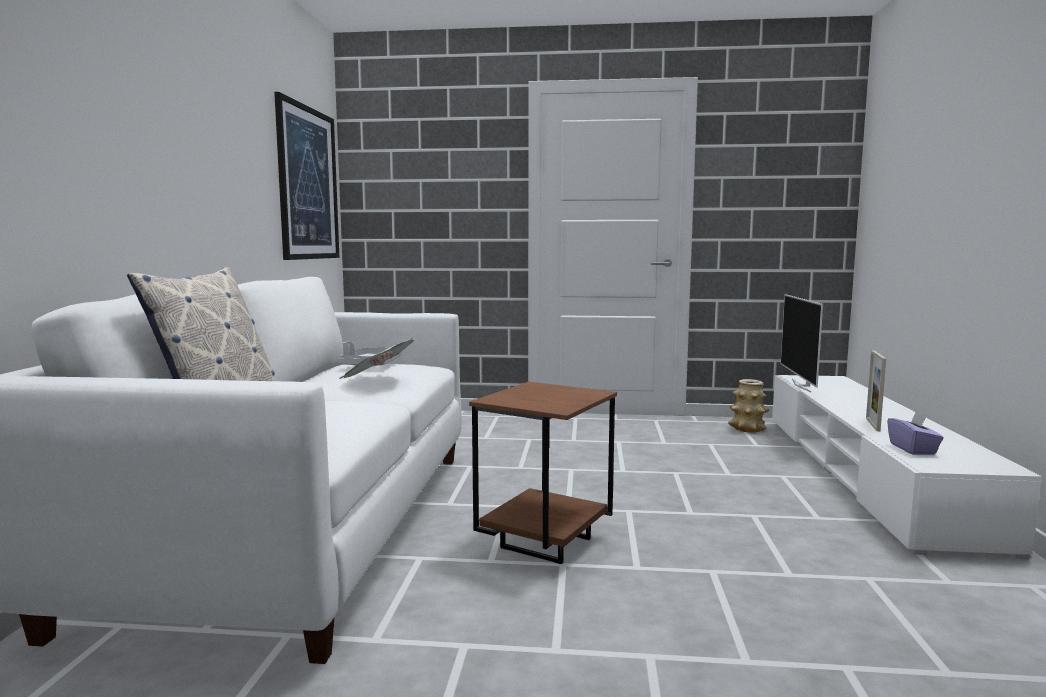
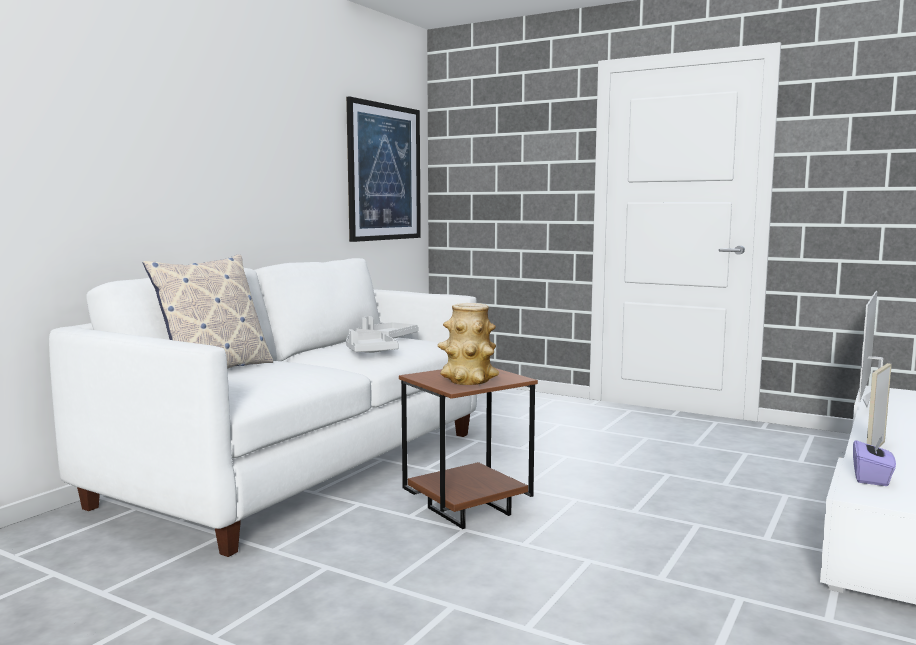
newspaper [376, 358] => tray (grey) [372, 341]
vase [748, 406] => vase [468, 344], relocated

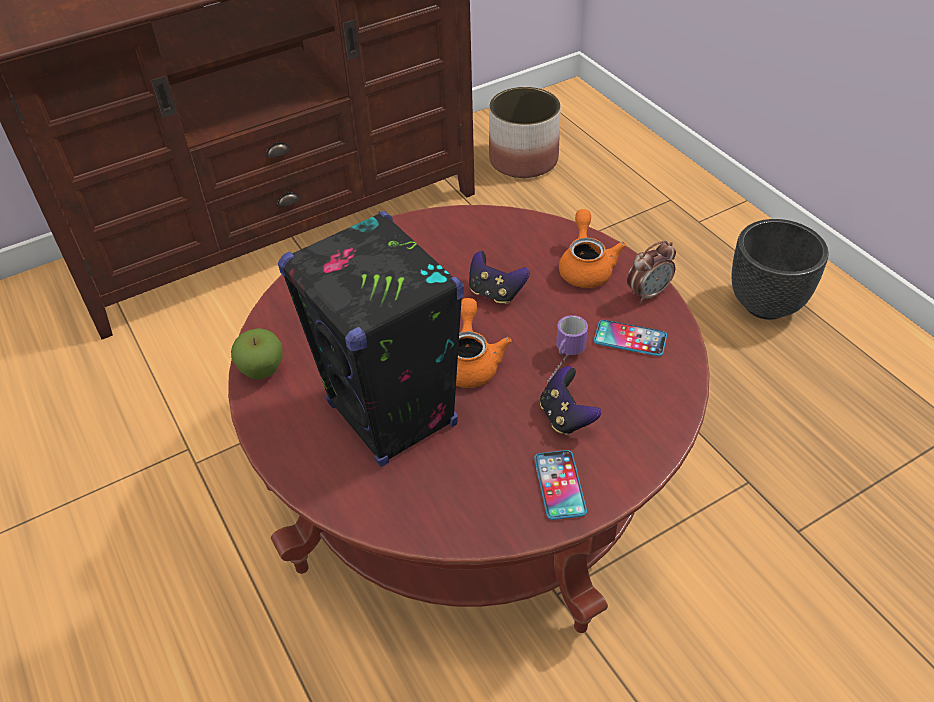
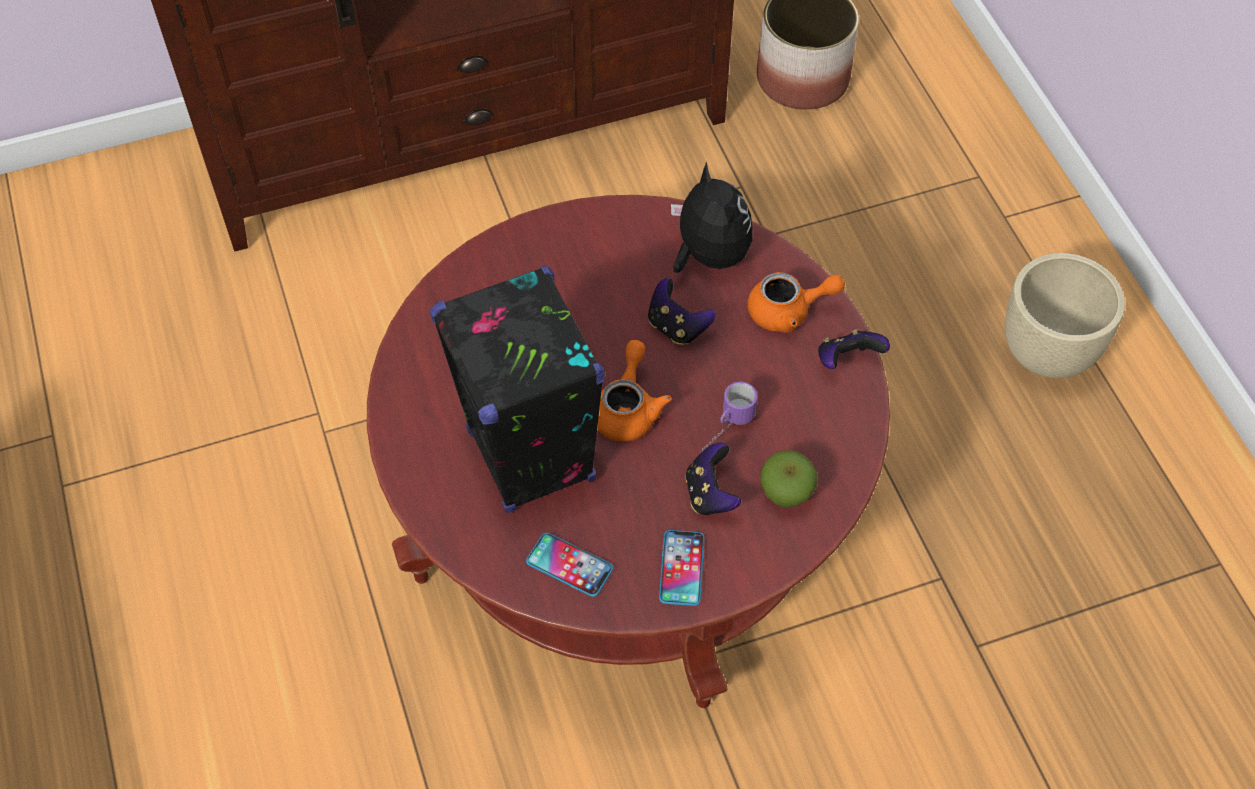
phone [630, 338] => phone [569, 565], relocated
nothing => plush toy [711, 217]
teapot (orange) [592, 248] => teapot (orange) [796, 302], 75 degrees clockwise
apple [257, 354] => apple [789, 479], relocated
alarm clock [651, 271] => game controller [854, 349]
planter (black) [780, 269] => planter (beige) [1065, 315]

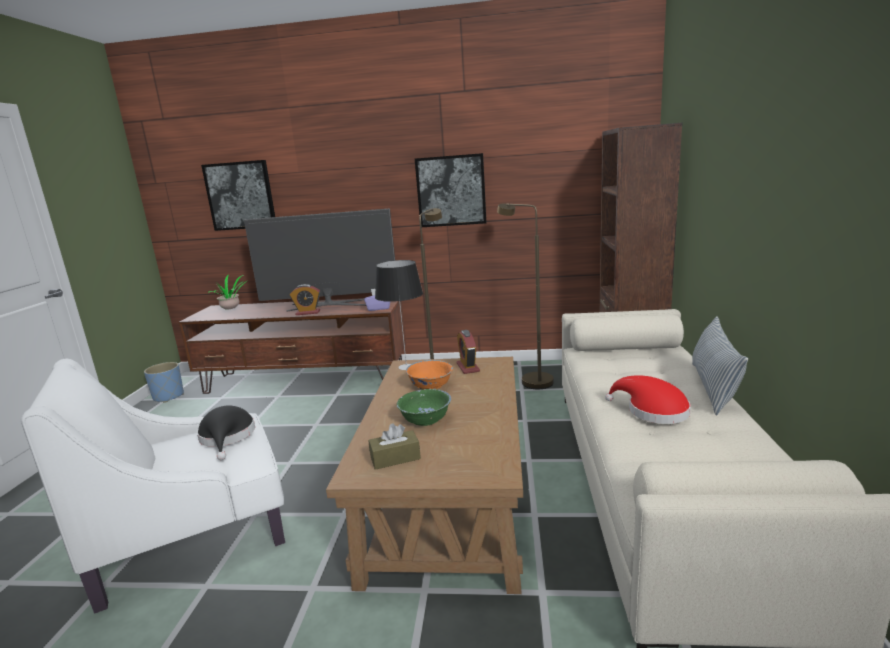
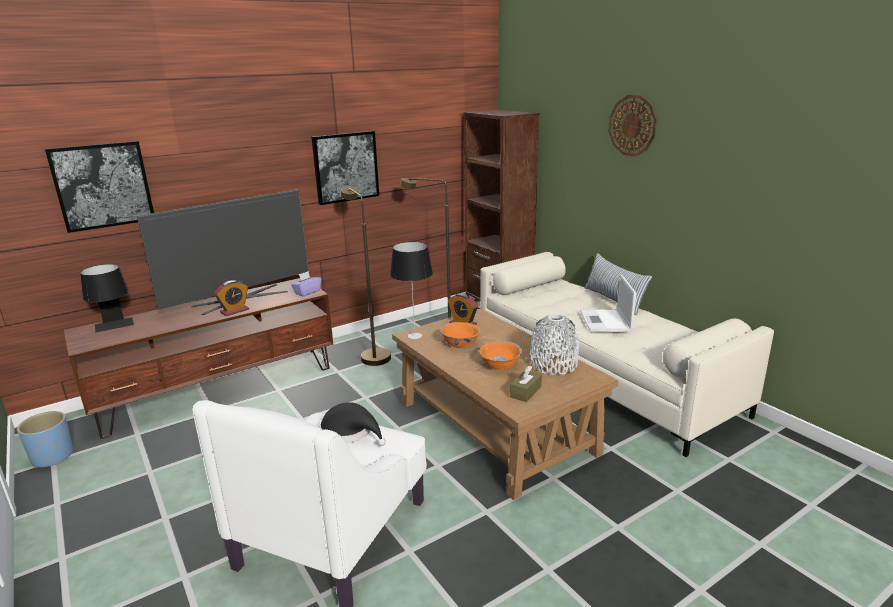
potted plant [227, 292] => table lamp (black) [107, 298]
bowl (green) [423, 407] => bowl (orange) [500, 355]
nothing => vase (grey) [554, 344]
hat (red) [648, 399] => laptop [608, 303]
nothing => wall clock [633, 125]

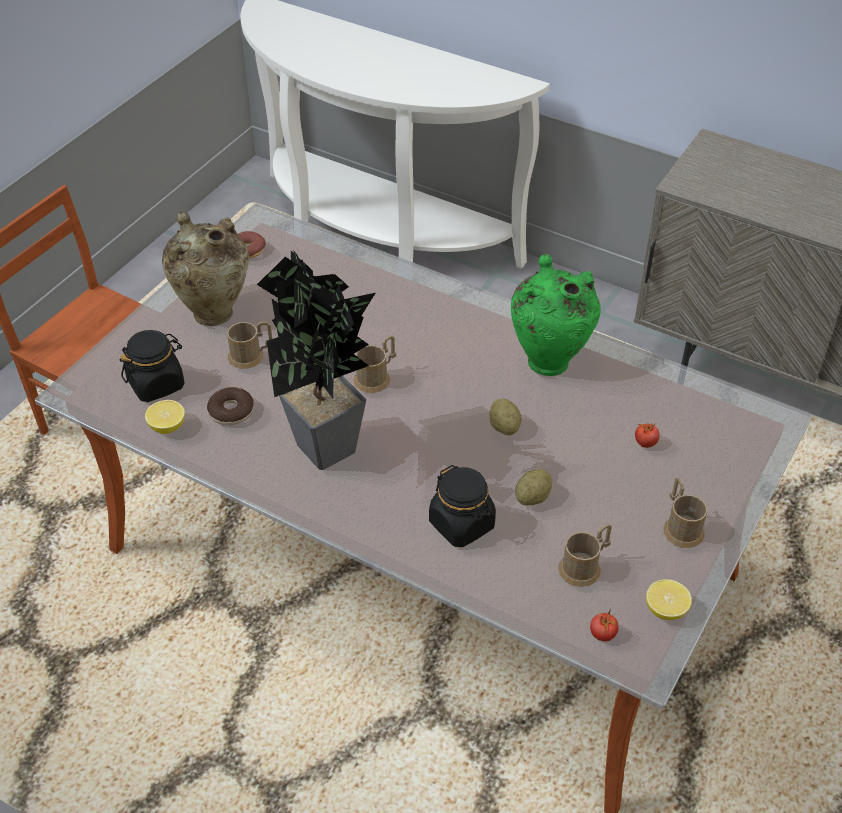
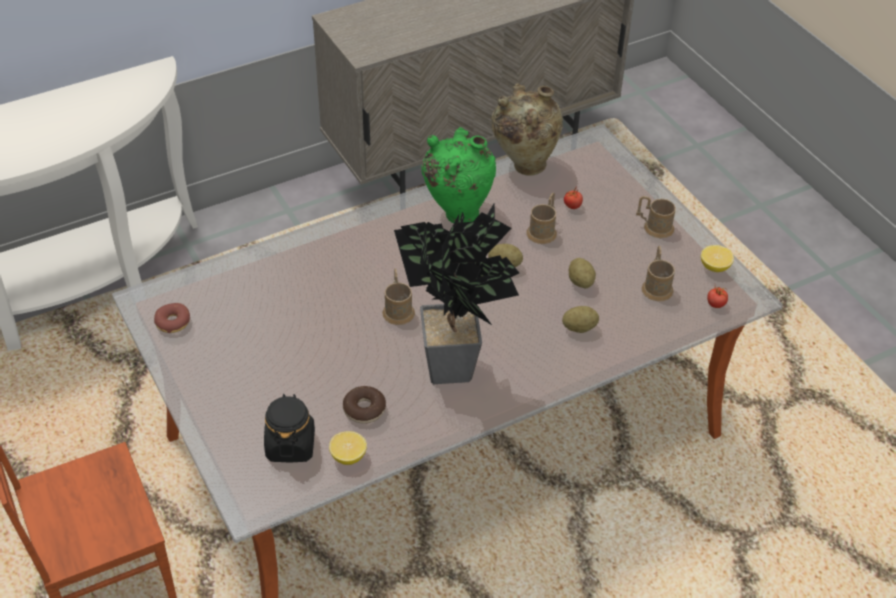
vase (beige) [205, 268] => vase (beige) [527, 130], relocated
mug (brown) [249, 345] => mug (brown) [541, 218], relocated
jar (black) [462, 506] => potato [580, 319]

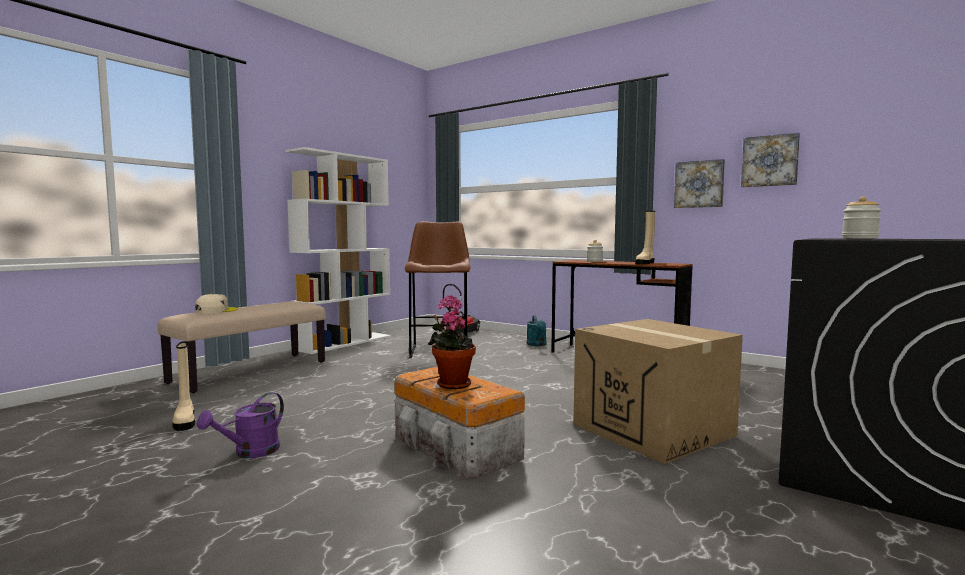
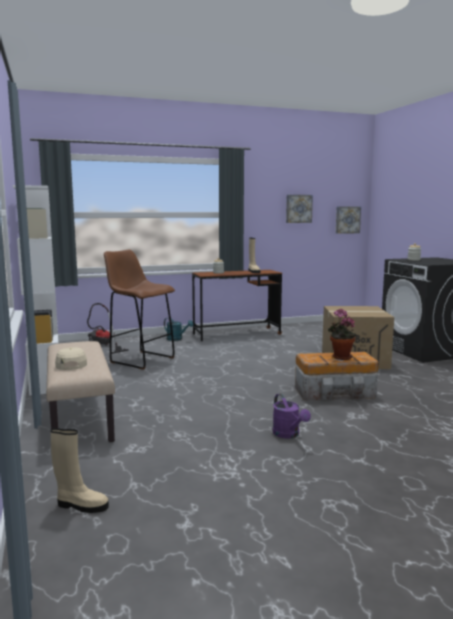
boot (beige) [183, 386] => boot (beige) [79, 470], relocated
picture [699, 183] => picture [348, 220], relocated

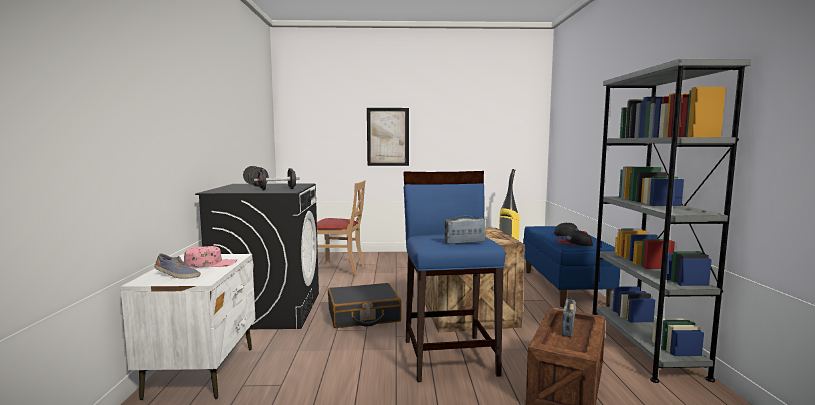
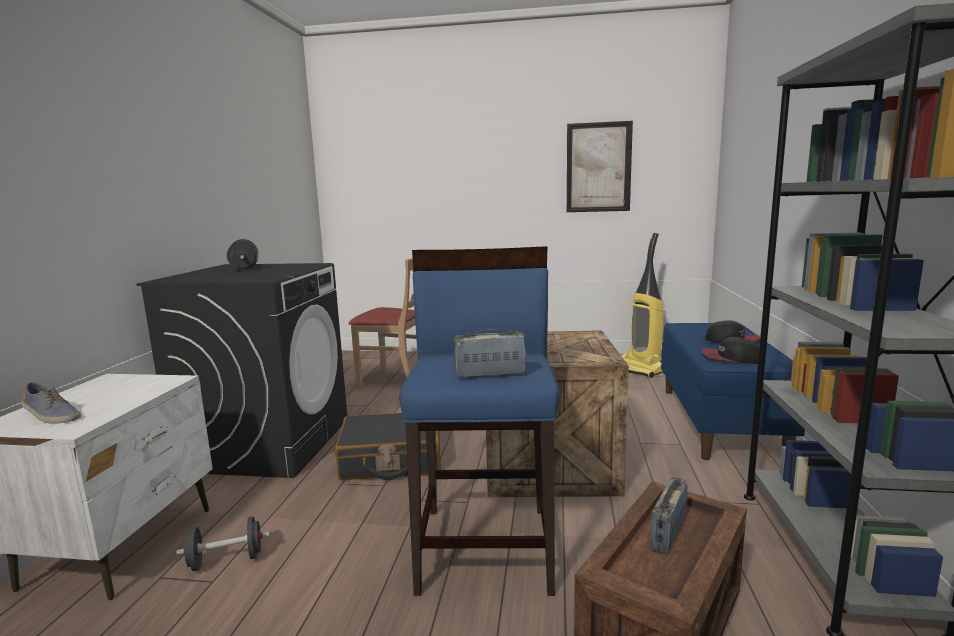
dumbbell (black) [277, 179] => dumbbell (black) [223, 544], relocated
picture [388, 137] => picture [600, 166], relocated
cap (pink) [210, 256] => nothing

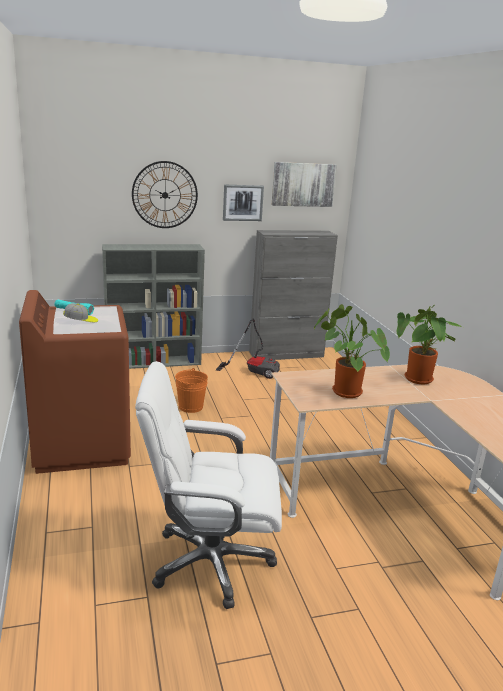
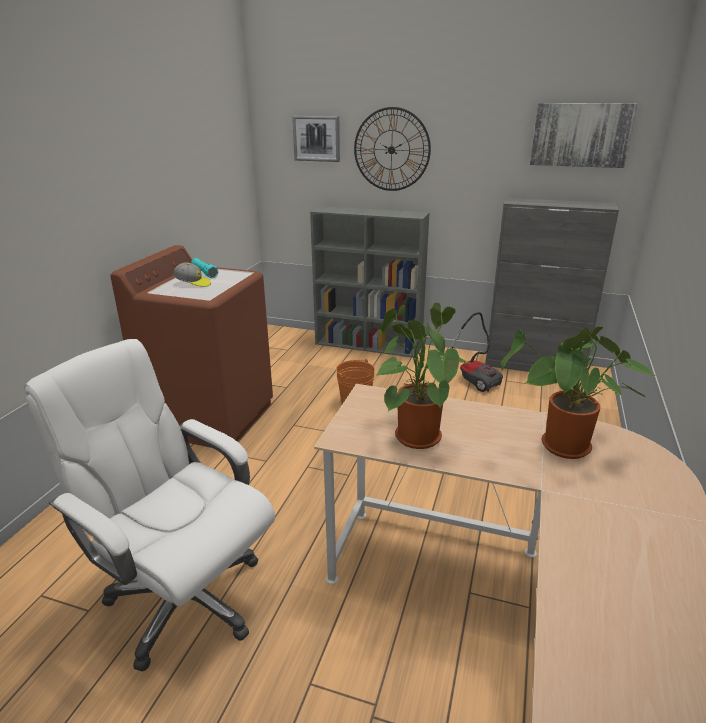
picture [243, 203] => picture [316, 139], relocated

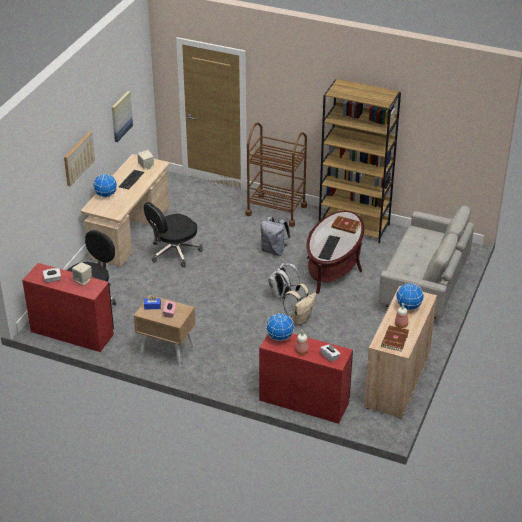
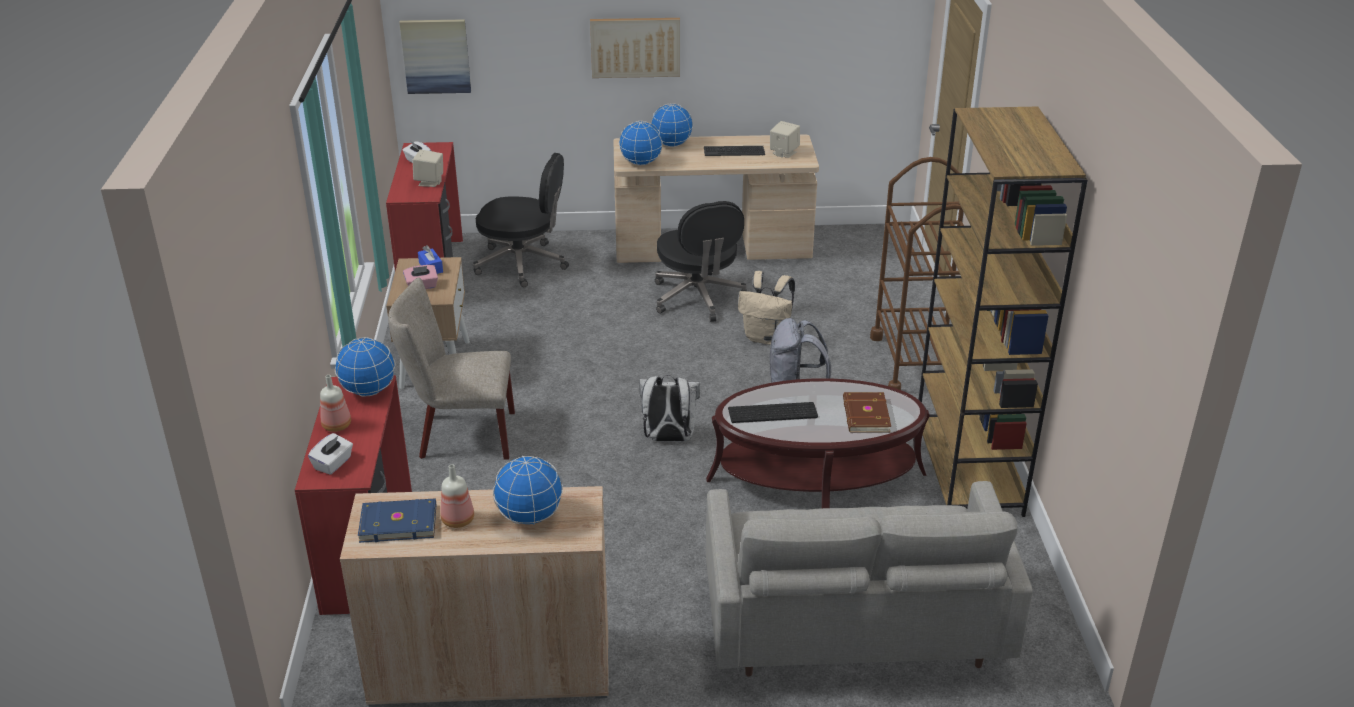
book (brown) [395, 338] => book (blue) [397, 520]
nothing => chair (beige) [451, 369]
picture [122, 116] => picture [435, 56], relocated
nothing => globe [641, 143]
office chair (black) [173, 234] => office chair (black) [701, 261], 135 degrees counterclockwise
backpack (beige) [300, 304] => backpack (beige) [766, 308], relocated

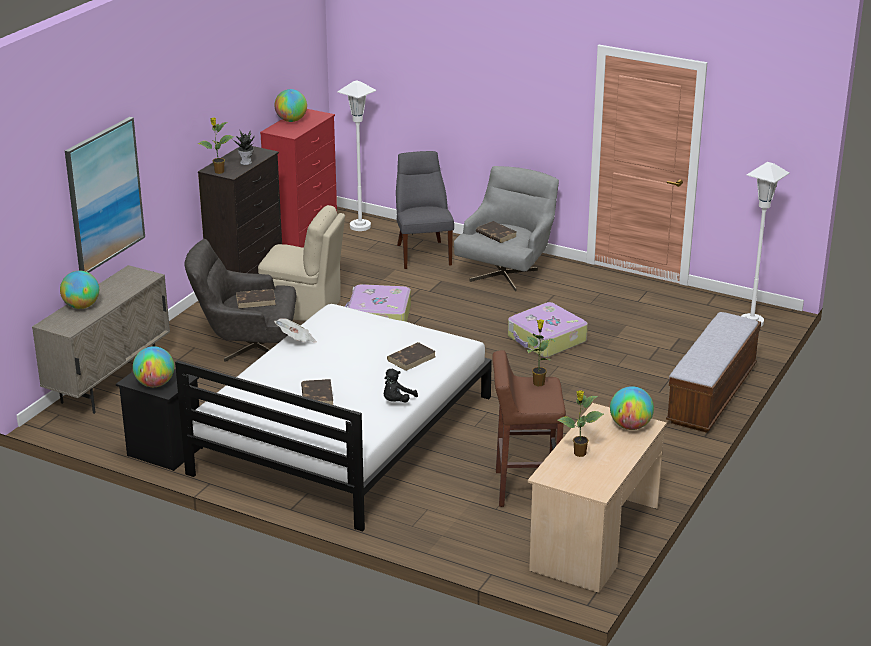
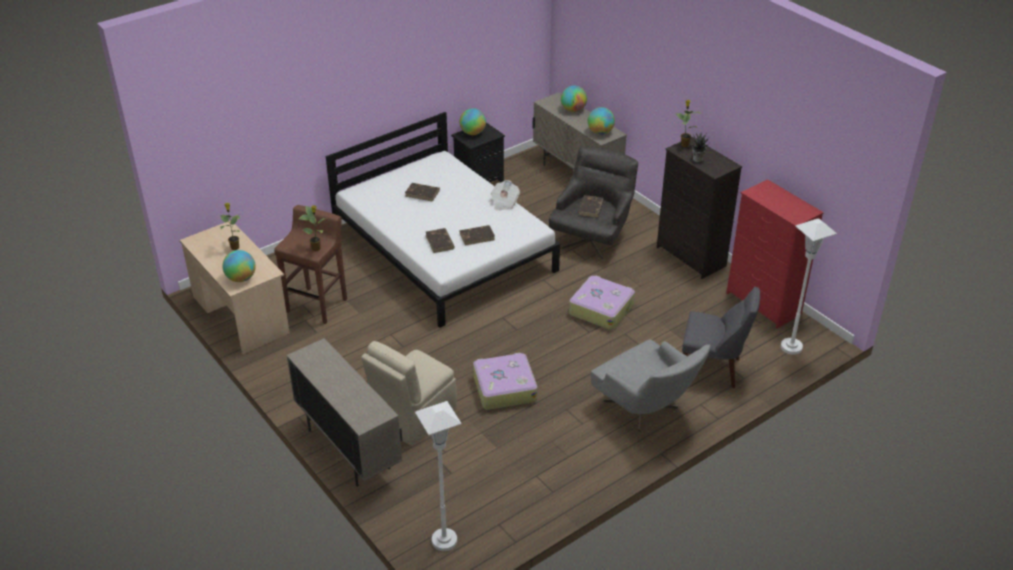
bench [713, 372] => cabinet (beige) [344, 412]
chair (beige) [301, 263] => chair (beige) [409, 393], relocated
book (brown) [496, 232] => book (brown) [477, 235], relocated
globe [291, 105] => globe [601, 121], relocated
picture [105, 195] => nothing
plush toy (black) [401, 385] => nothing

